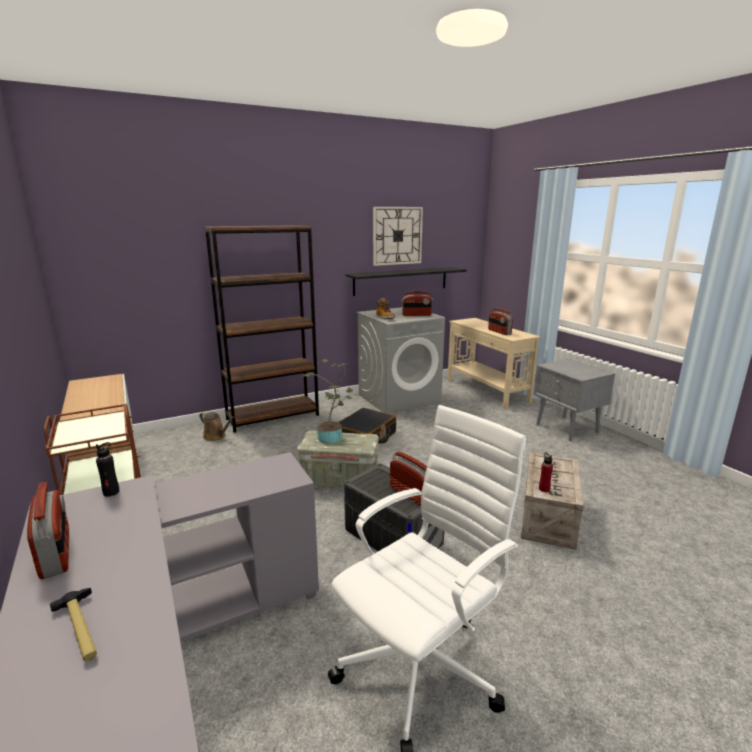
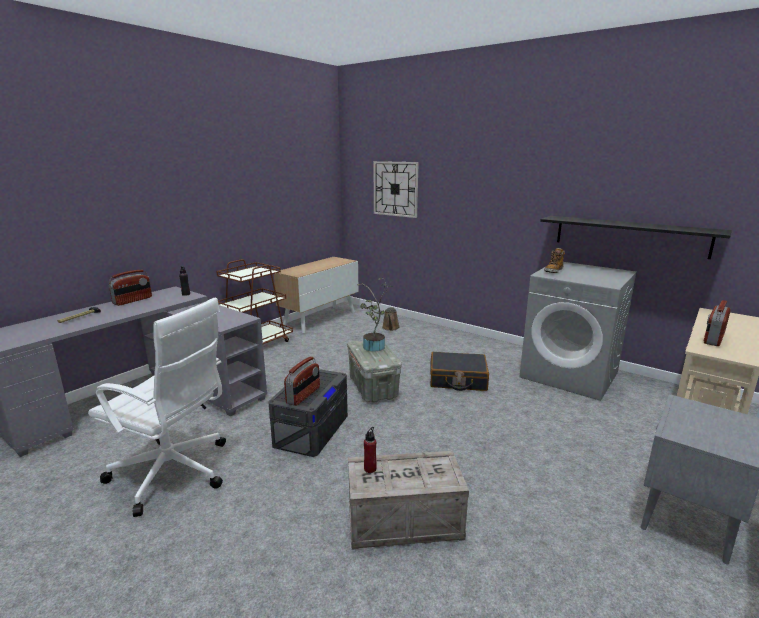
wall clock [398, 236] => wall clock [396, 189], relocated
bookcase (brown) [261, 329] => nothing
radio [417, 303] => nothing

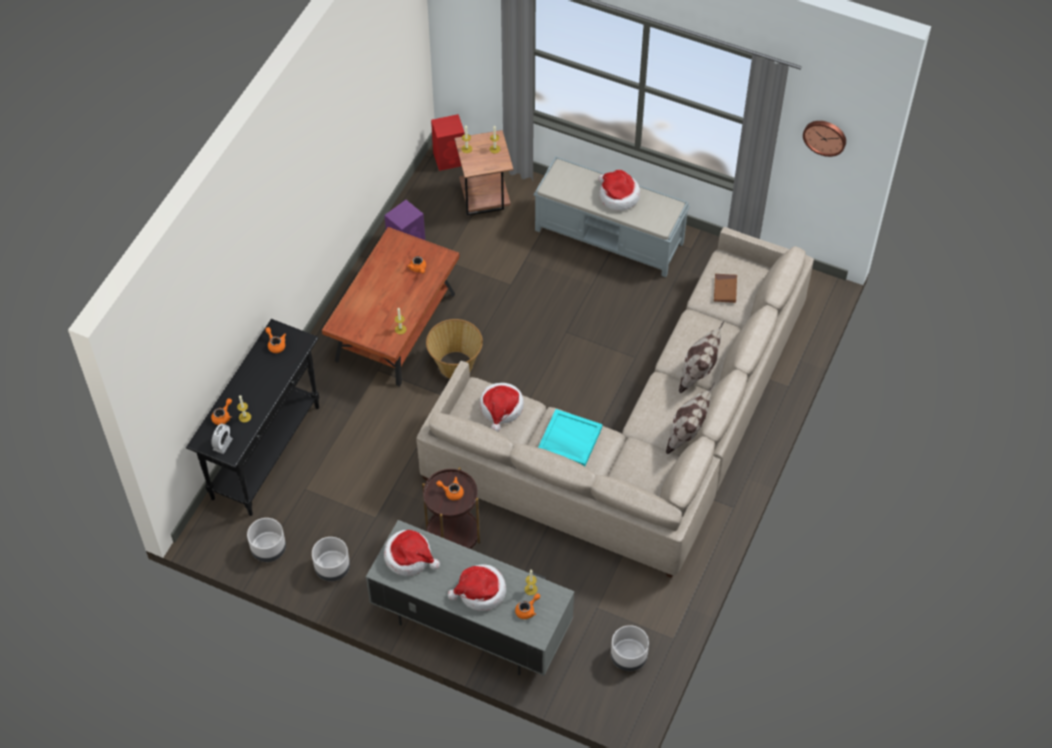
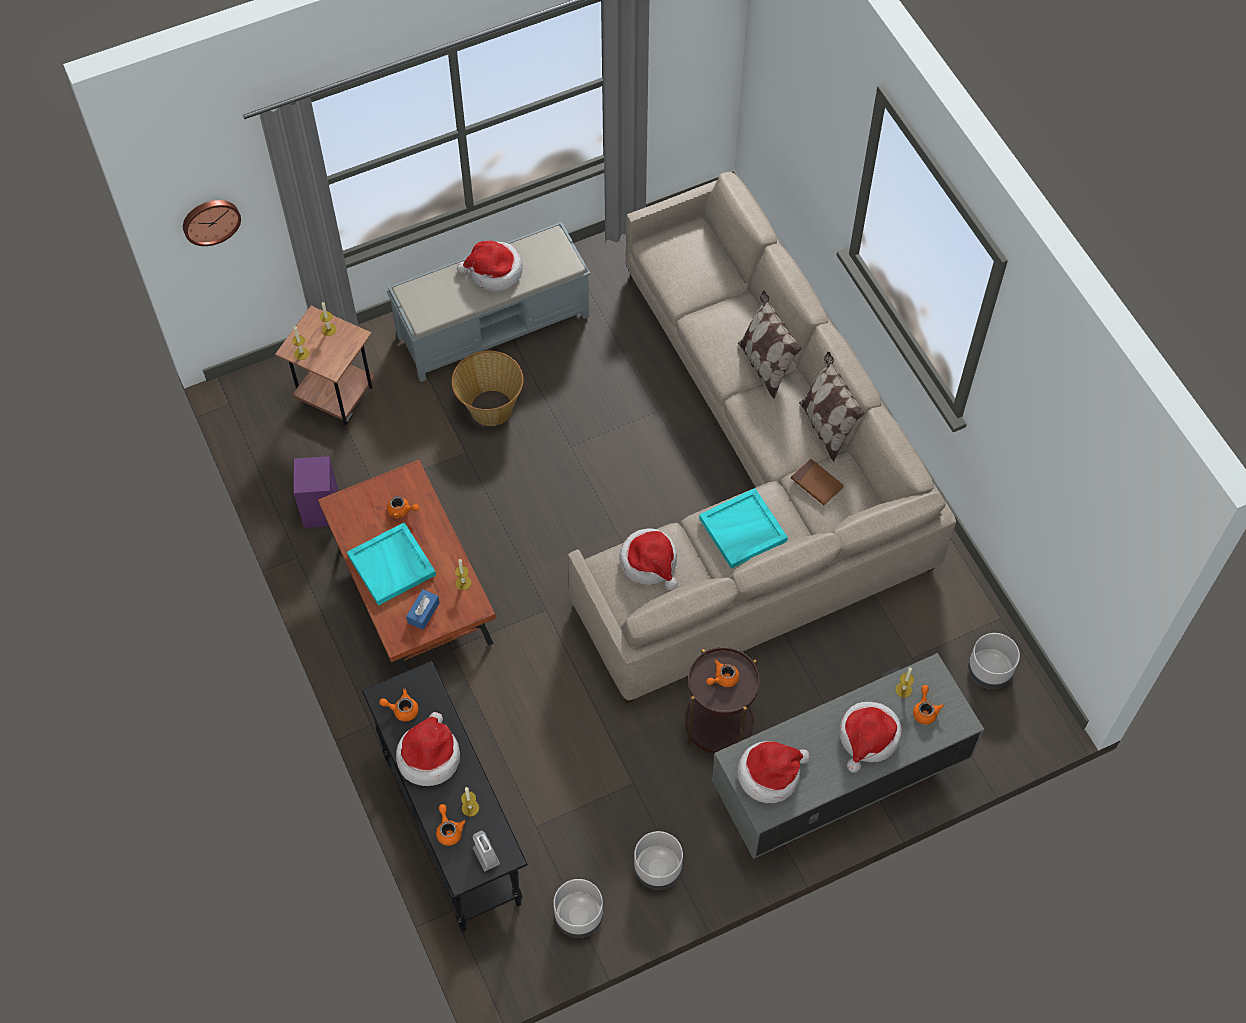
wall clock [824, 139] => wall clock [212, 223], relocated
nothing => tray (turquoise) [391, 564]
nothing => hat [428, 749]
nothing => tissue box (blue) [423, 609]
basket [454, 348] => basket [488, 388], relocated
book (brown) [725, 288] => book (brown) [817, 482], relocated
speaker (red) [448, 142] => nothing

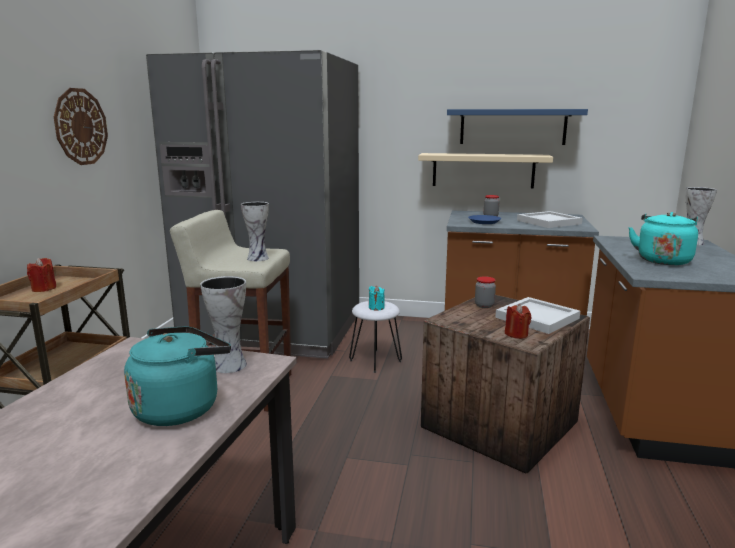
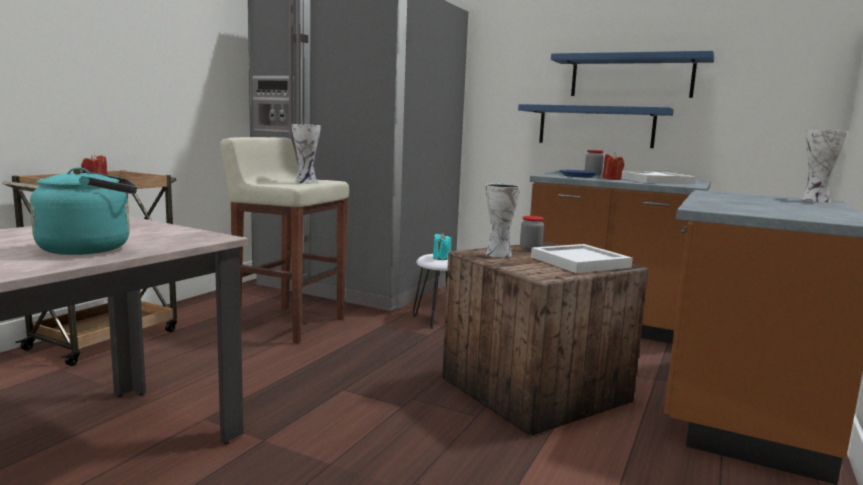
vase [223, 324] => vase [503, 221], relocated
shelf (beige) [485, 170] => shelf (blue) [596, 126]
candle (red) [518, 321] => candle (red) [613, 166], relocated
wall clock [81, 126] => nothing
kettle (turquoise) [663, 238] => nothing

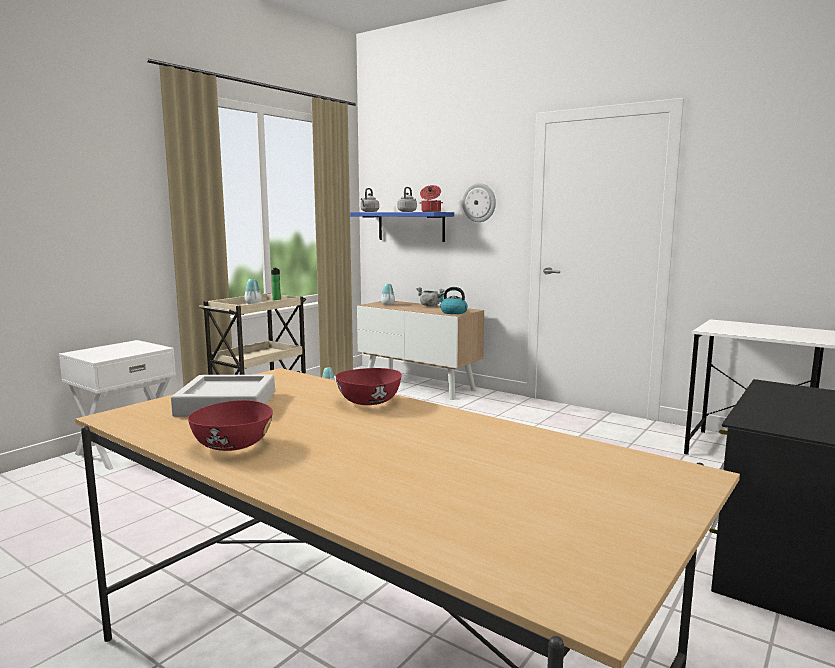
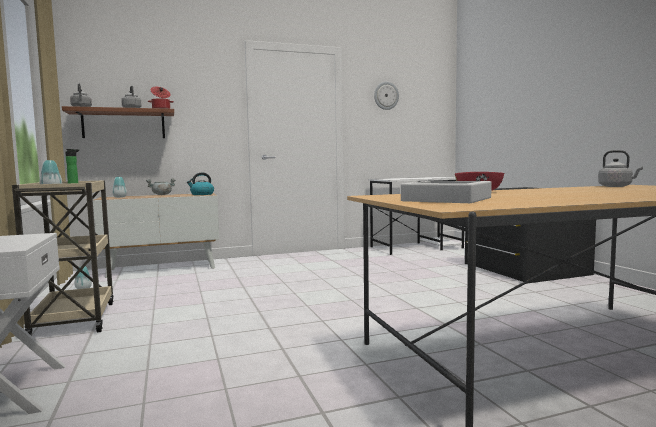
shelf (blue) [402, 227] => shelf (brown) [118, 122]
wall clock [479, 202] => wall clock [386, 96], relocated
nothing => kettle (grey) [620, 168]
bowl (red) [230, 425] => nothing

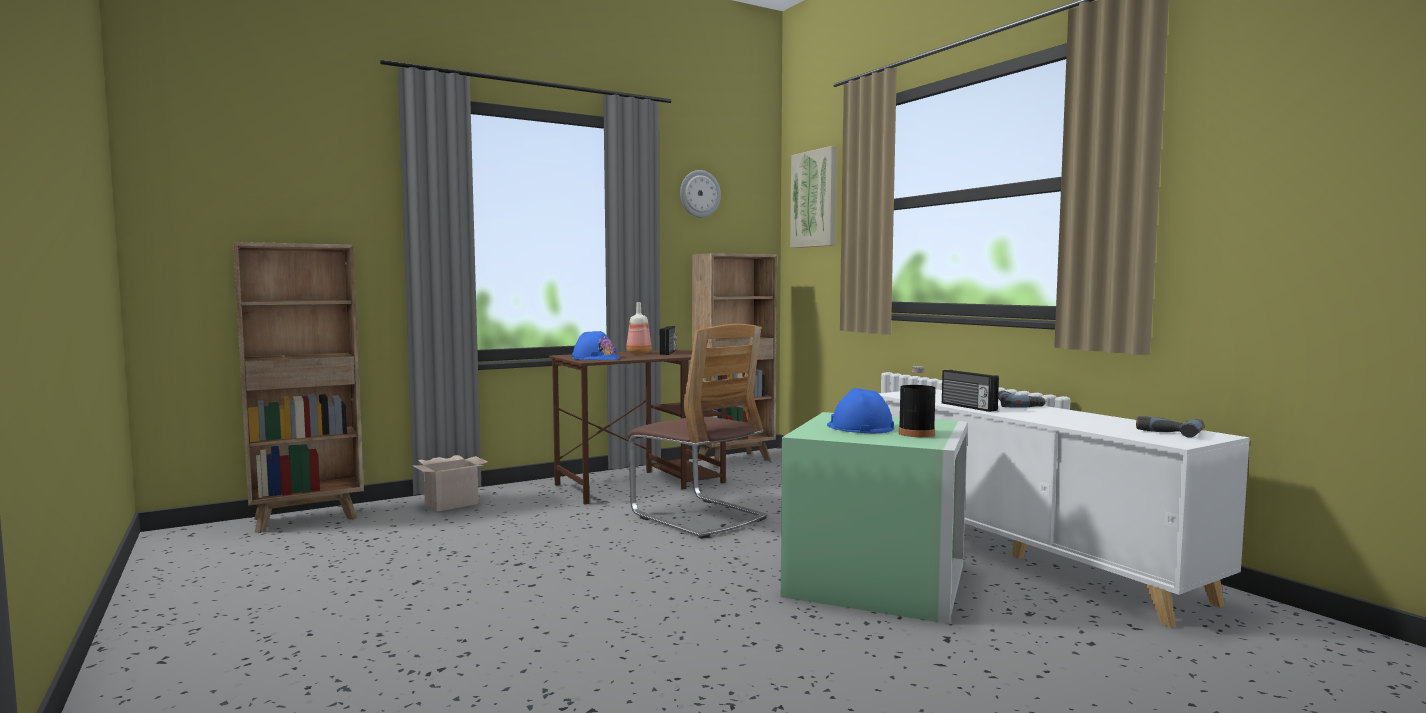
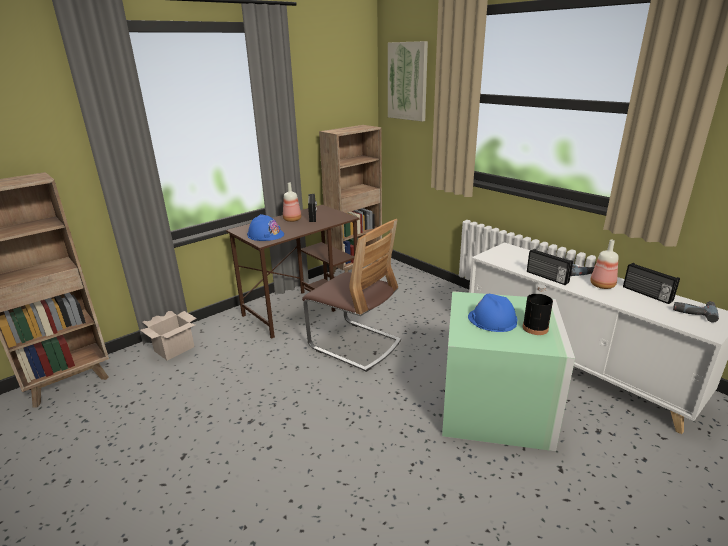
nothing => bottle [604, 264]
nothing => radio [651, 283]
wall clock [700, 194] => nothing

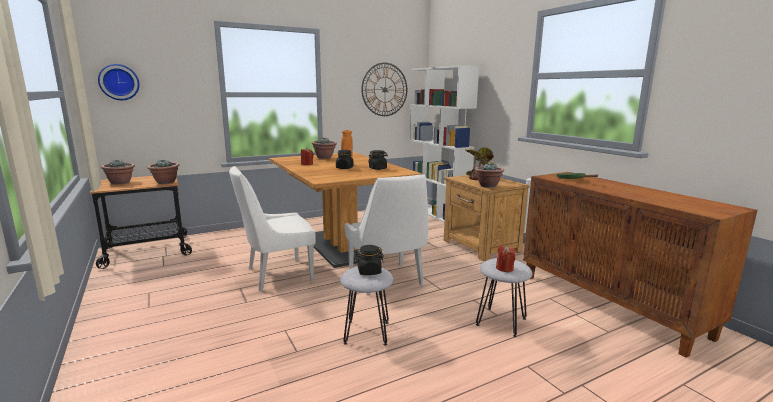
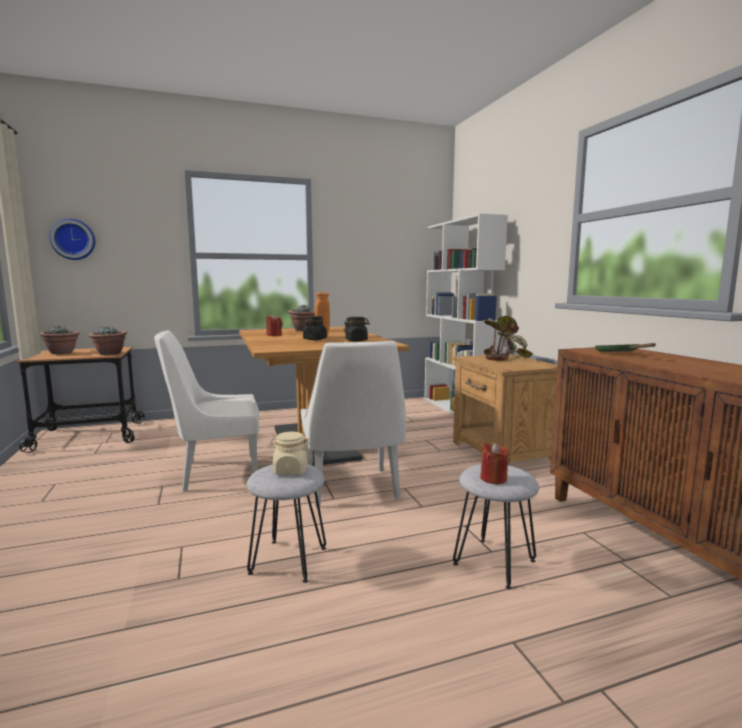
jar (black) [369, 260] => jar (beige) [289, 453]
wall clock [384, 89] => nothing
potted plant [489, 176] => nothing

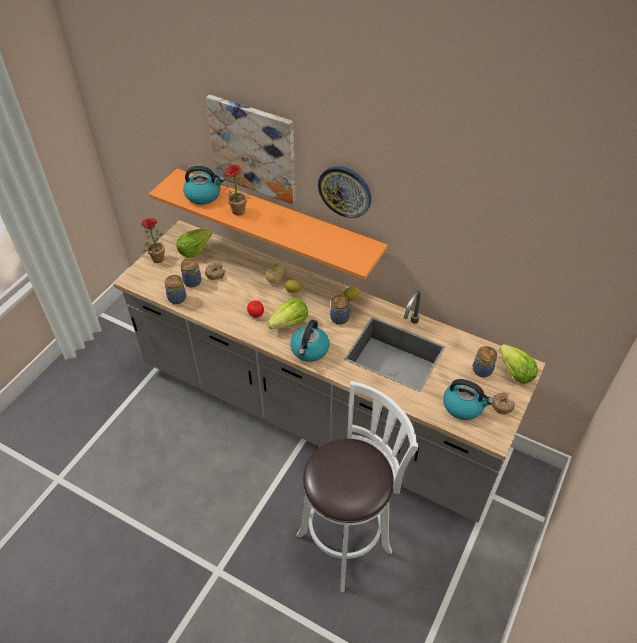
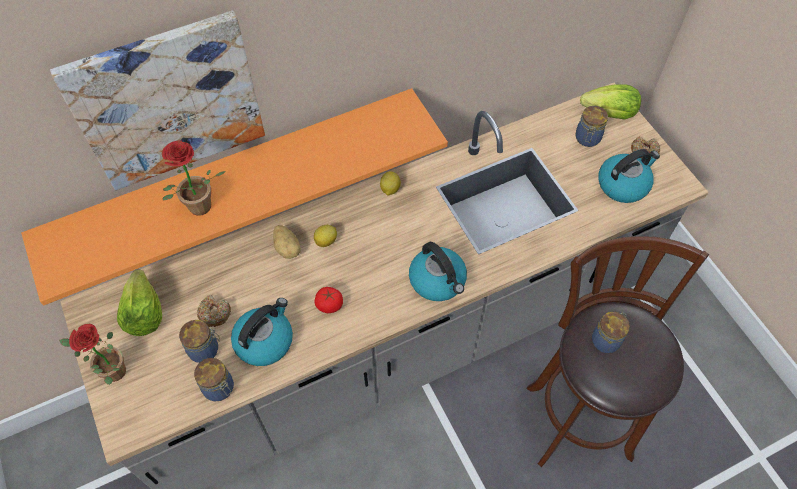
kettle [204, 185] => kettle [262, 332], relocated
stool (white) [357, 486] => stool (brown) [617, 351]
jar [341, 310] => jar [611, 332], relocated
lettuce [287, 314] => nothing
wall clock [344, 192] => nothing

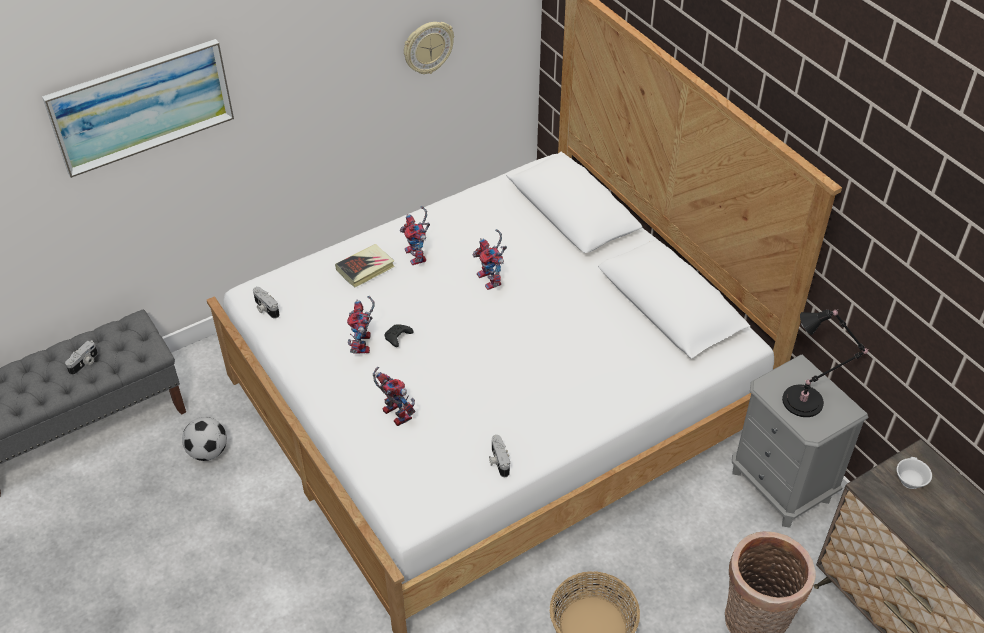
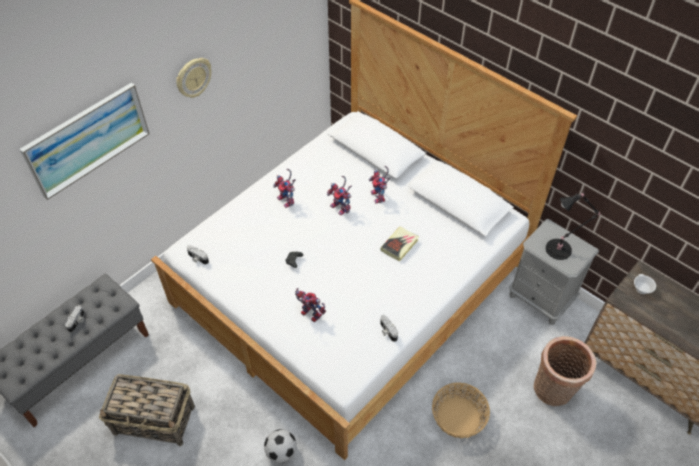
nothing => basket [147, 410]
wall clock [429, 48] => wall clock [193, 78], relocated
football [204, 439] => football [280, 446], relocated
toy robot [360, 325] => toy robot [379, 185], relocated
book [365, 265] => book [400, 244], relocated

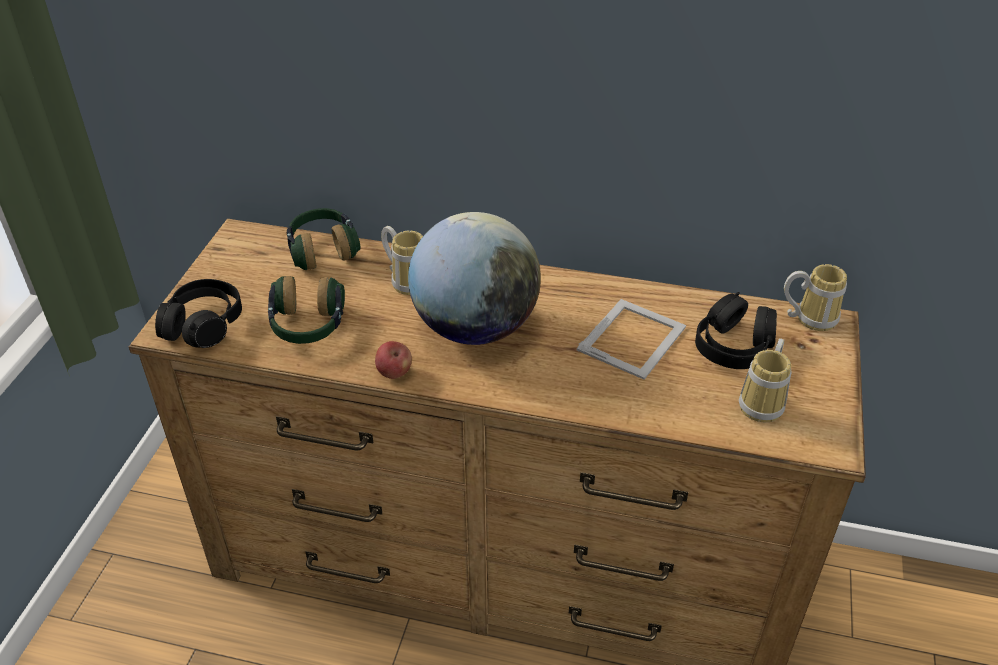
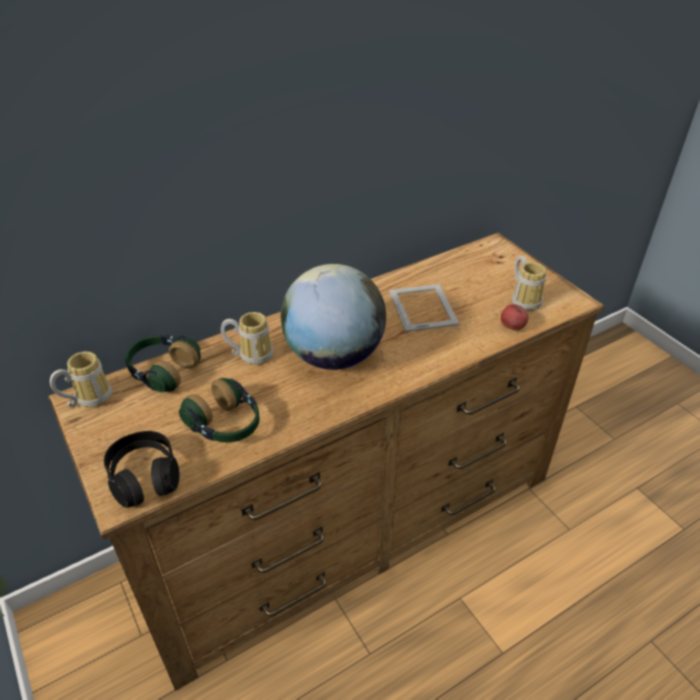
mug [815, 297] => mug [81, 379], relocated
apple [393, 360] => apple [515, 317], relocated
headphones (black) [736, 330] => nothing

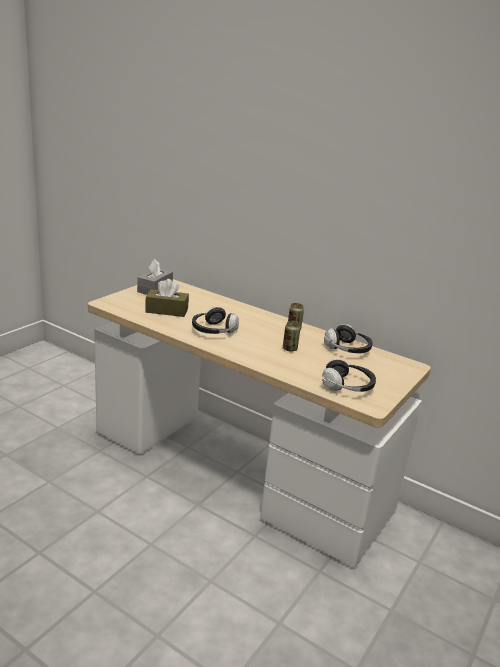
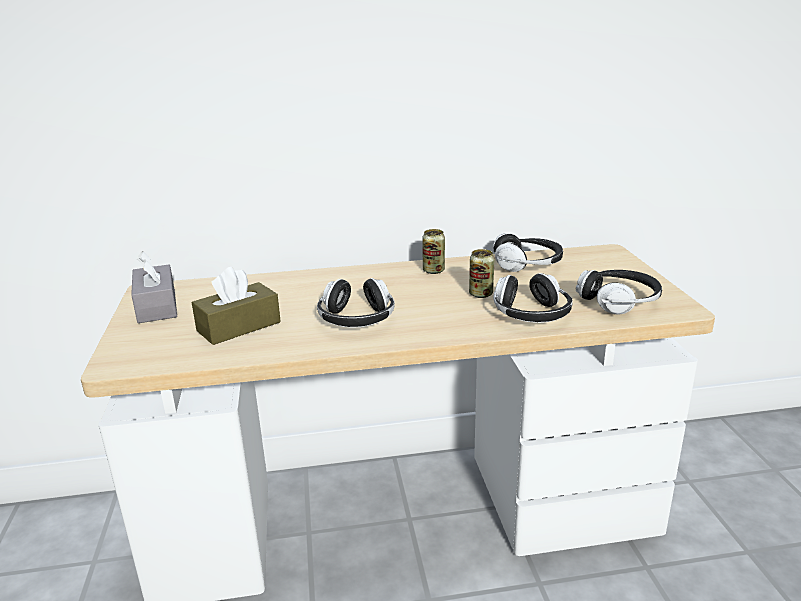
nothing => headphones [533, 298]

